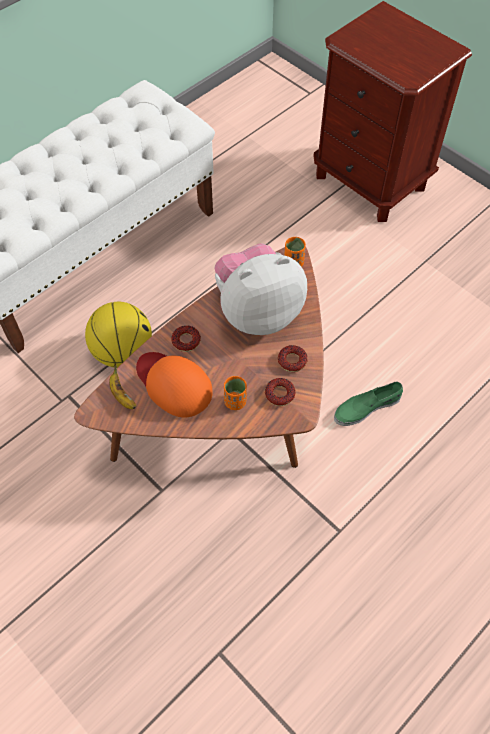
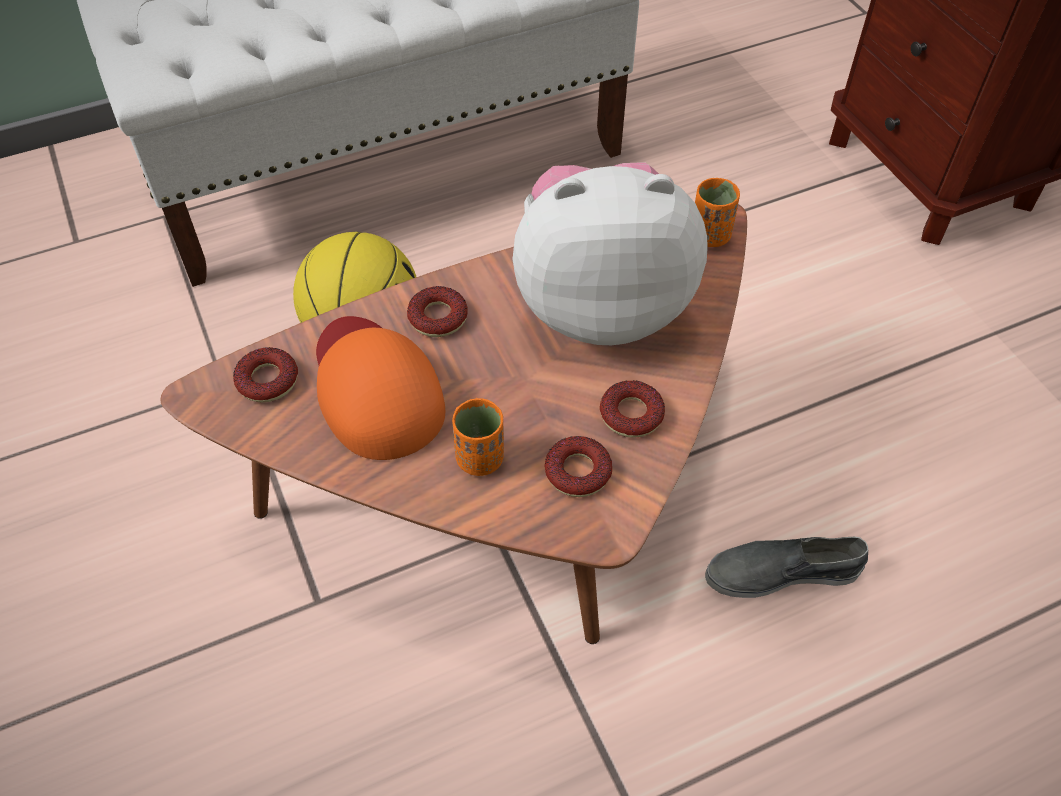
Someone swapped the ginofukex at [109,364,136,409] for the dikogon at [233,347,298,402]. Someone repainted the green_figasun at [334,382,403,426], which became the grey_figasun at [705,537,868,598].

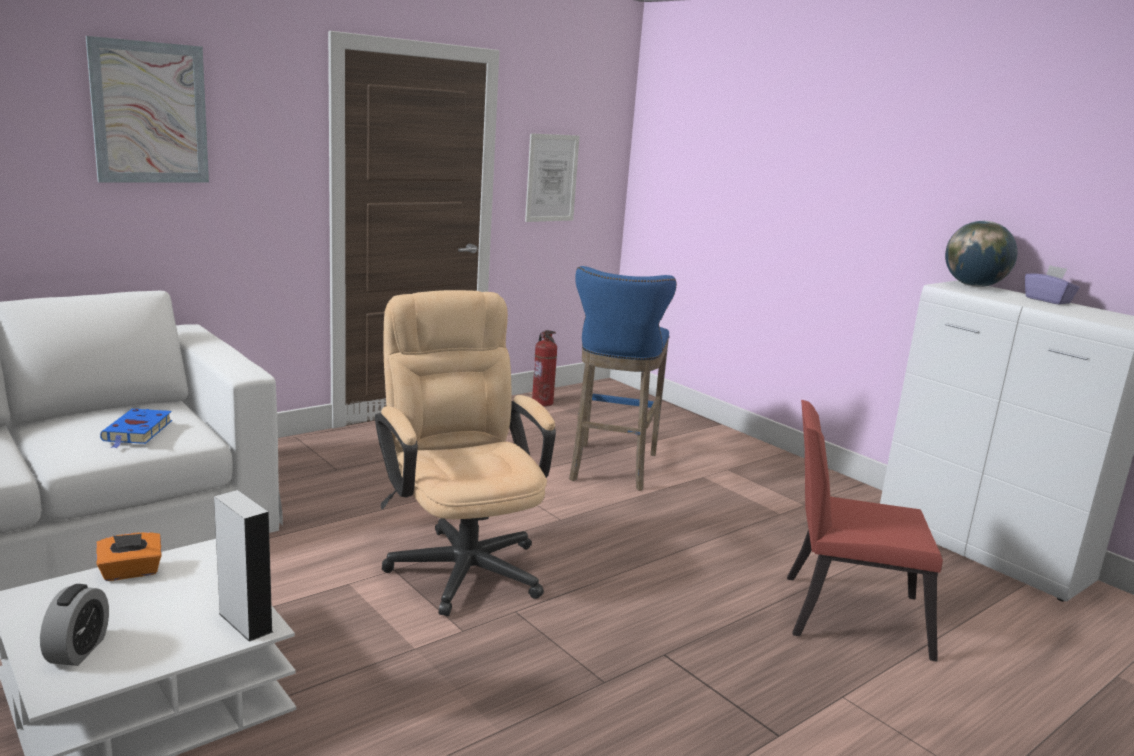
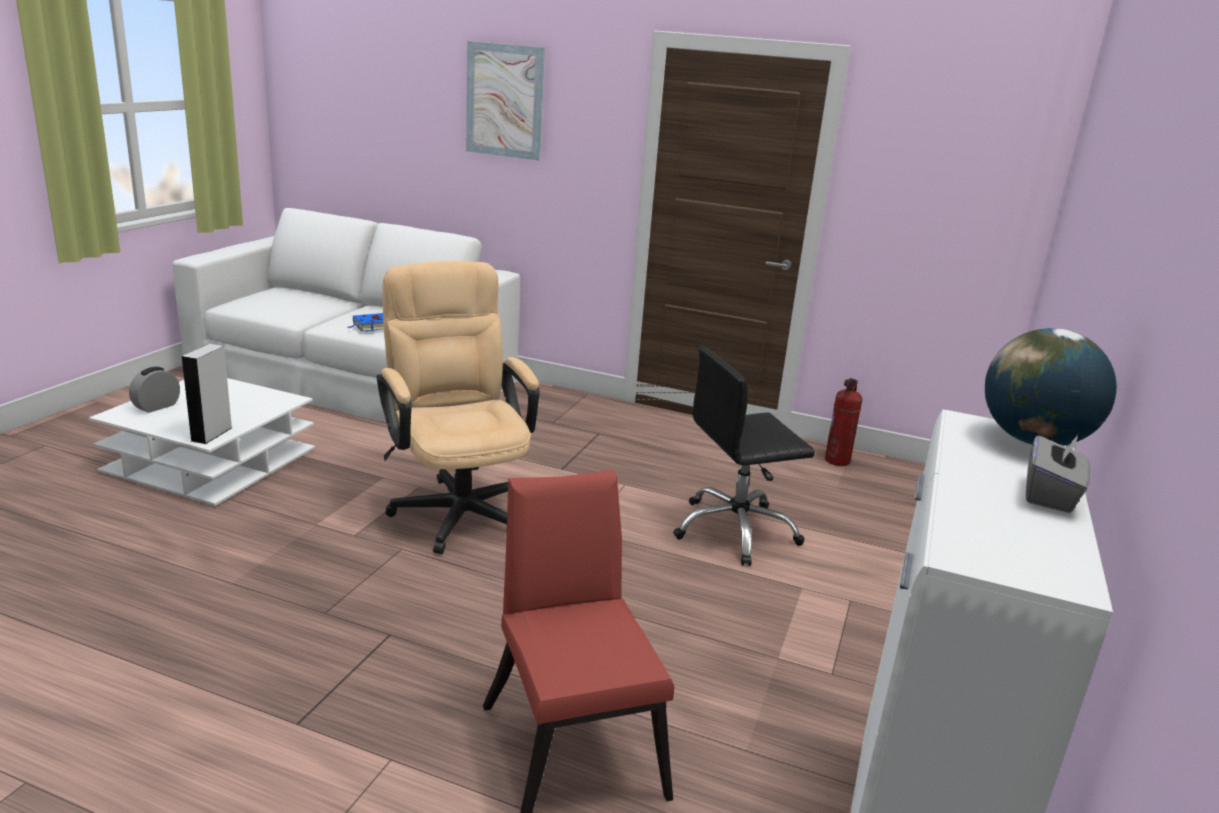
Someone rotated the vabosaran at [40,584,109,666] by 150 degrees clockwise. Someone rotated the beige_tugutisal at [375,290,556,616] by 60 degrees counterclockwise. Someone swapped the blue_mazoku at [569,266,677,491] for the black_tugutisal at [673,346,815,566]. Someone repainted the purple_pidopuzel at [1025,265,1080,305], which became the grey_pidopuzel at [1026,433,1091,513]. Someone took away the orange_pidopuzel at [96,532,162,581]. Someone took away the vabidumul at [525,133,580,222].

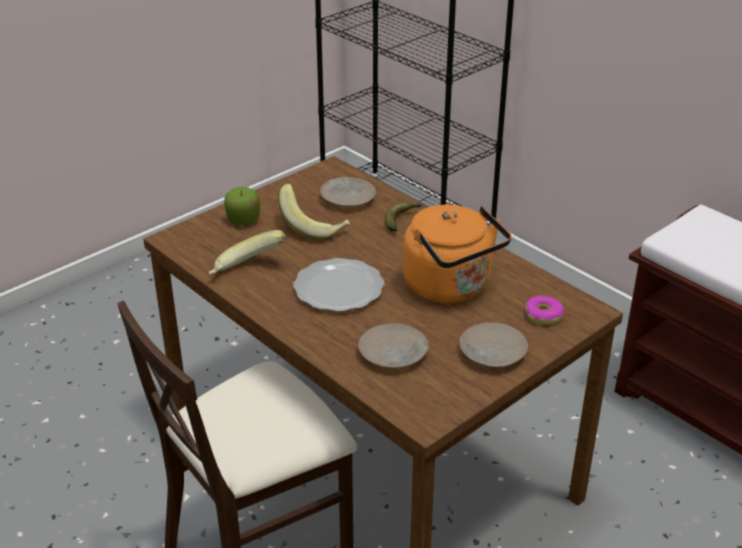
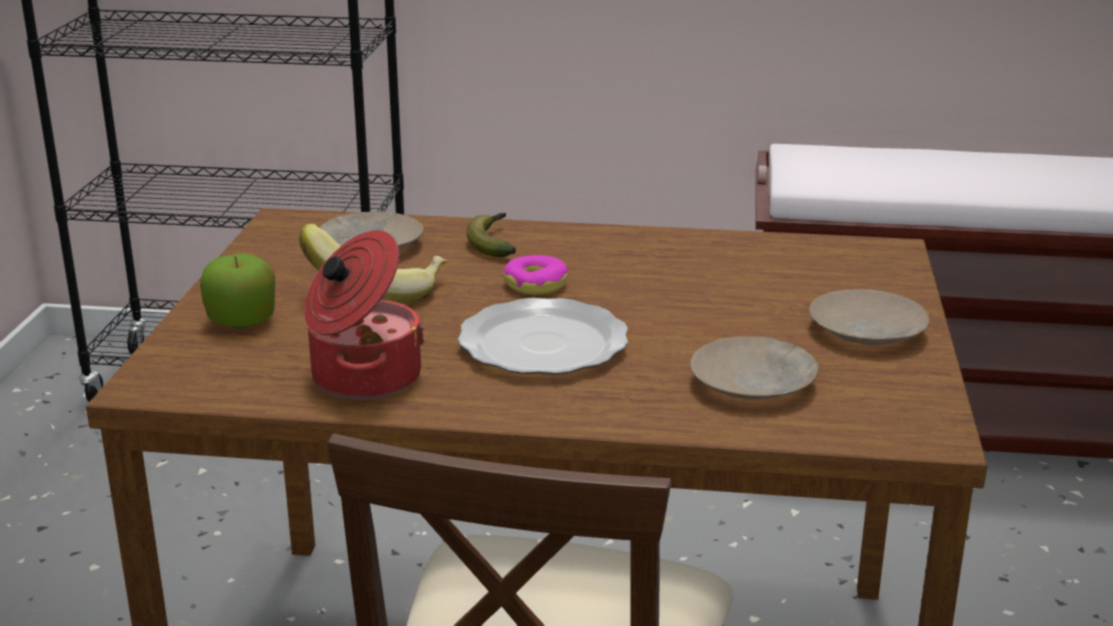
Someone swapped the ginofukex at [208,230,286,275] for the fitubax at [304,230,425,400]. Someone carried the dikogon from [526,296,564,325] to [504,255,568,295]. Someone took away the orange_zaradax at [403,205,511,303].

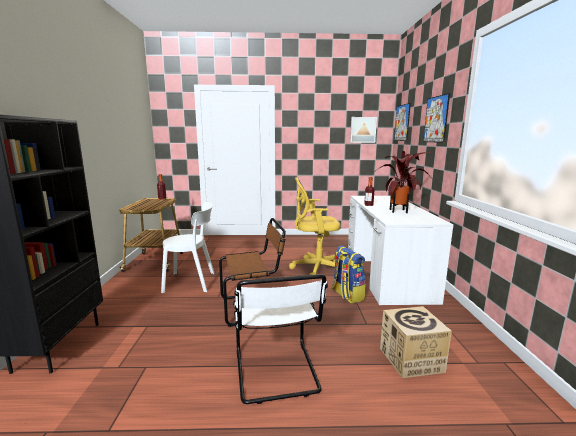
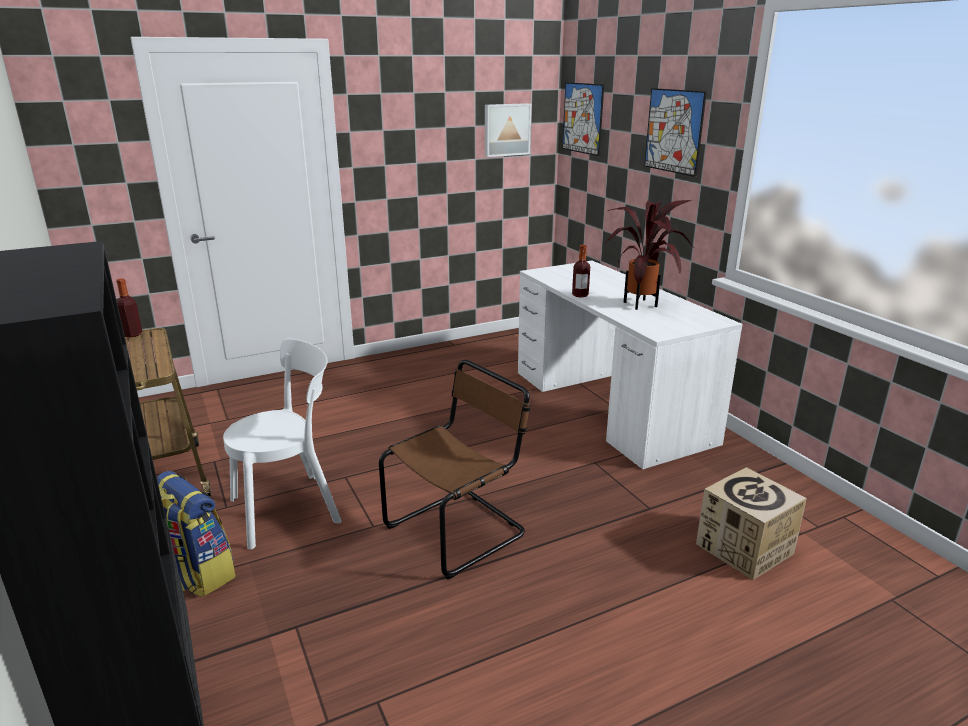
Someone carried the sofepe from [332,246,366,303] to [157,471,236,597]. Someone took away the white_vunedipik at [233,274,328,404]. Someone took away the yellow_tugutisal at [289,177,341,275].

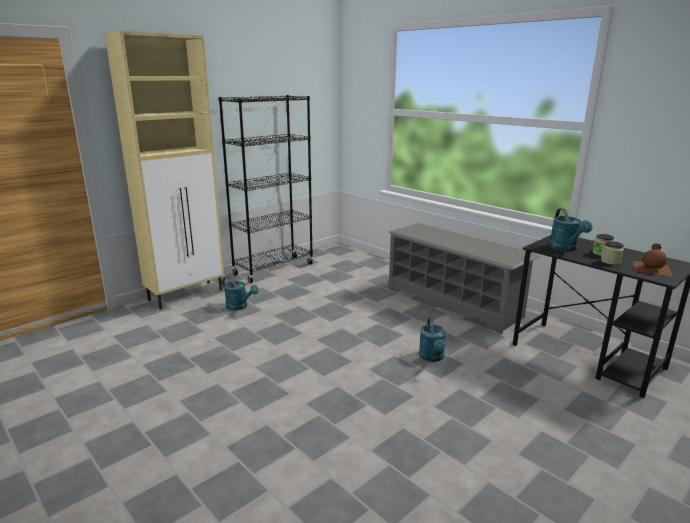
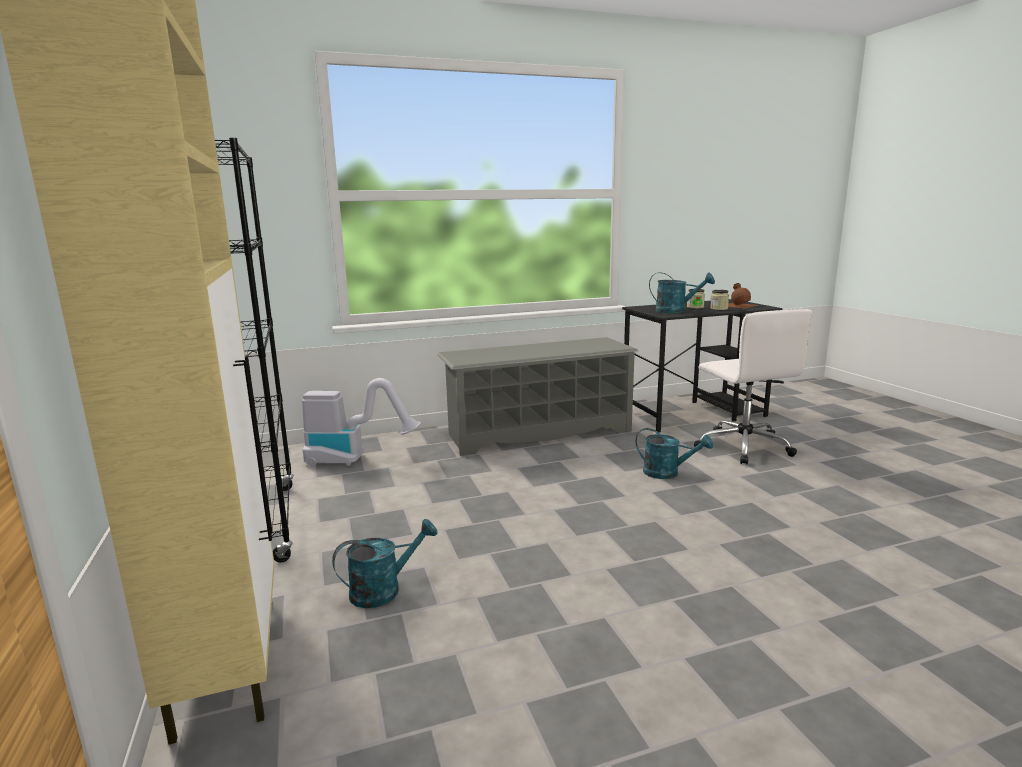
Someone put down the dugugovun at [302,378,421,467]. Someone put down the white_tugutisal at [694,309,812,464].

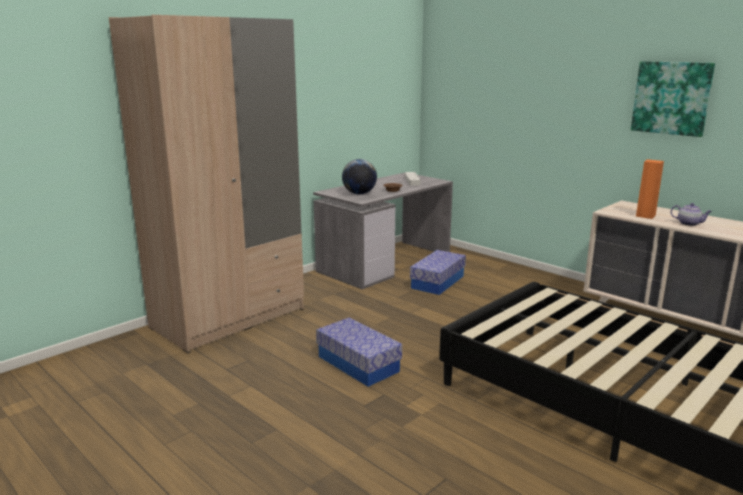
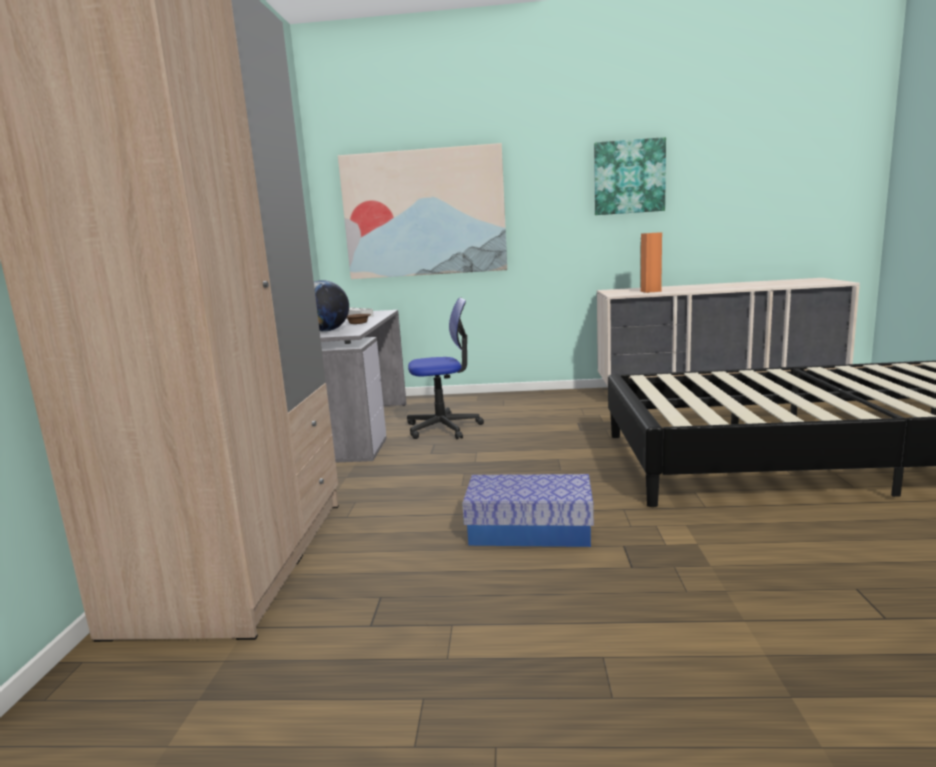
Someone put up the vabidumul at [338,143,507,279]. Someone swapped the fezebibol at [410,250,466,295] for the tugutisal at [407,298,484,439]. Someone took away the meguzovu at [671,203,712,226].

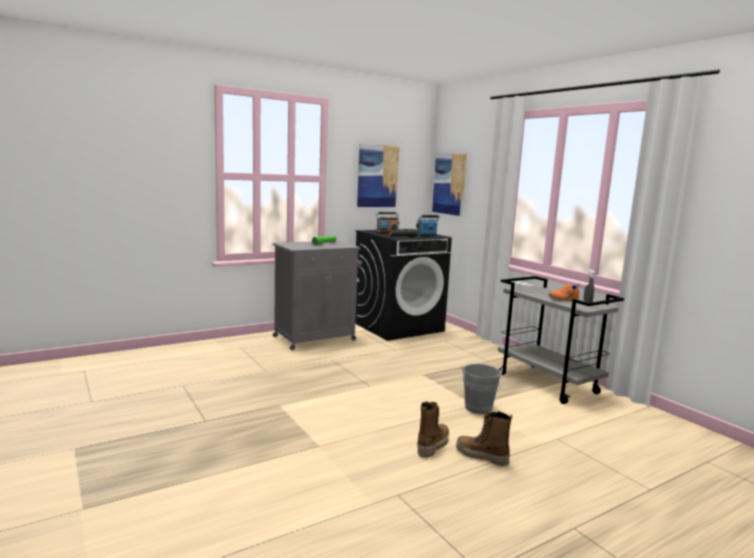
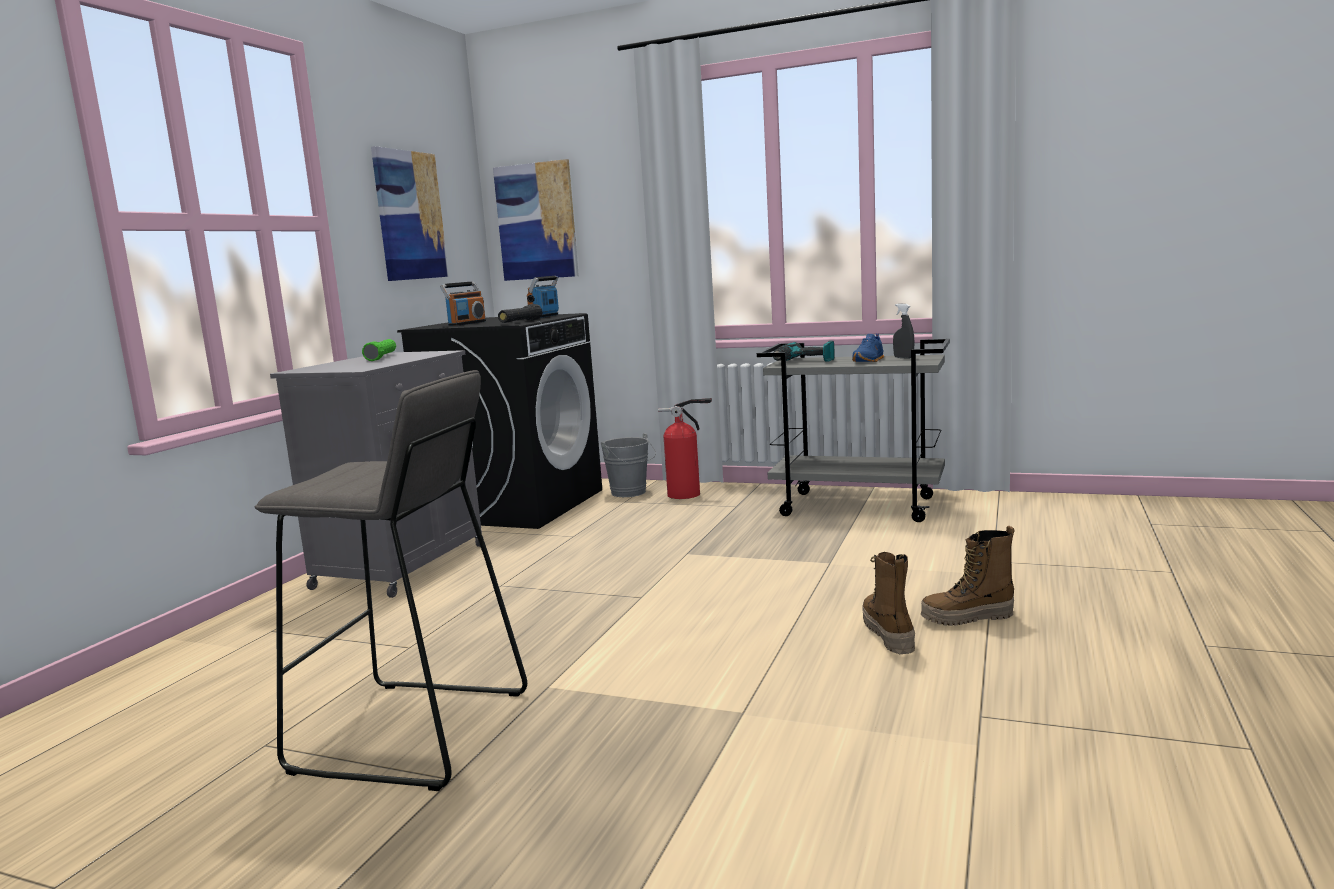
Someone put down the grey_mazoku at [255,370,527,791]. Someone carried the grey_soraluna from [462,364,503,414] to [601,433,656,497]. Someone put down the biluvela at [658,398,712,499]. Someone put down the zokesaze at [773,341,835,362]. Someone repainted the orange_figasun at [549,283,580,301], which became the blue_figasun at [852,333,884,362].

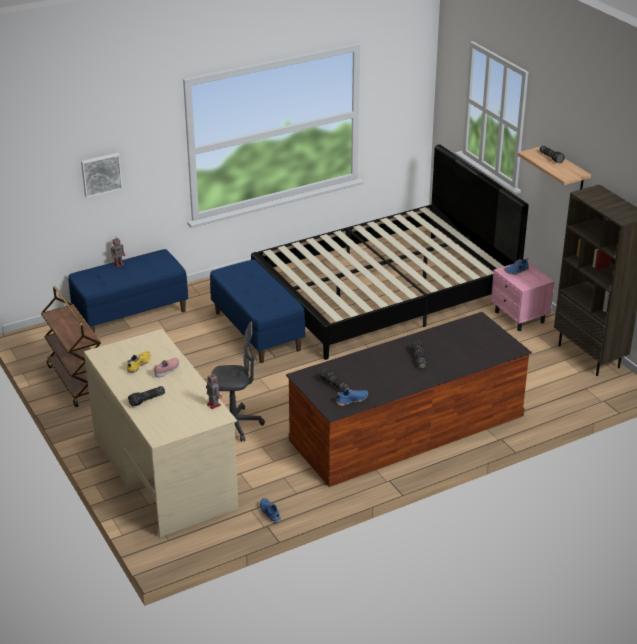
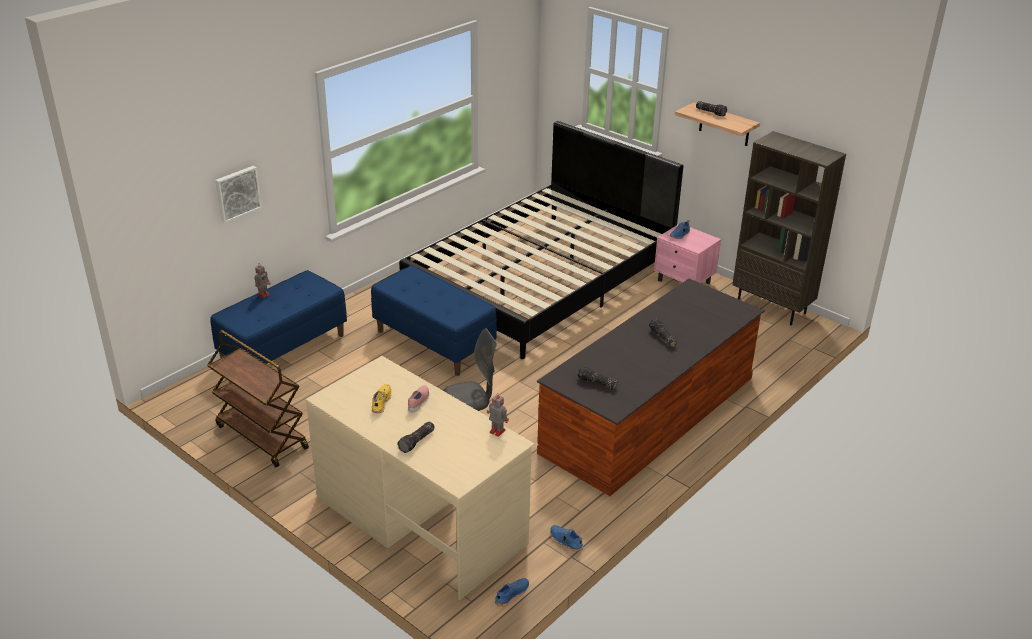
Someone carried the blue_figasun from [336,389,368,406] to [495,578,529,607].

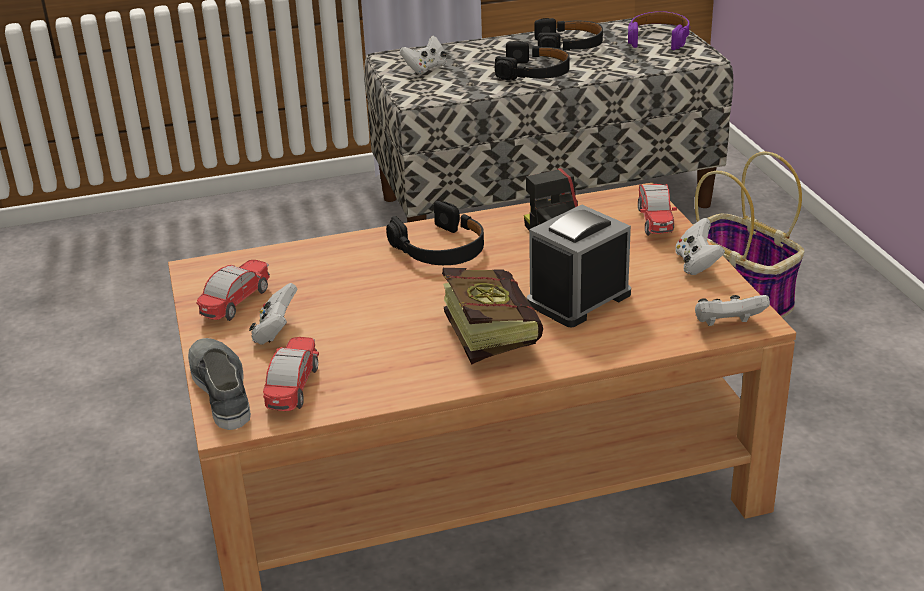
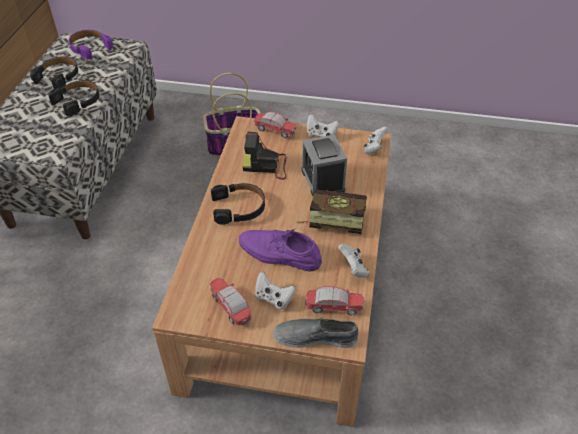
Someone put down the purple_figasun at [239,228,322,272]. Someone rotated the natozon at [263,337,319,411] by 150 degrees clockwise. Someone carried the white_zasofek from [400,35,447,74] to [338,243,370,277].

